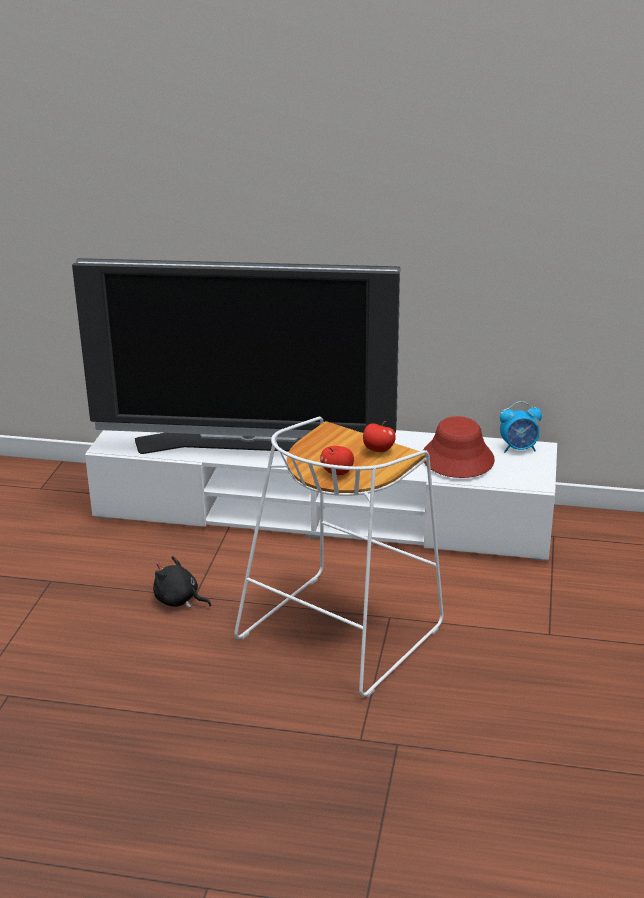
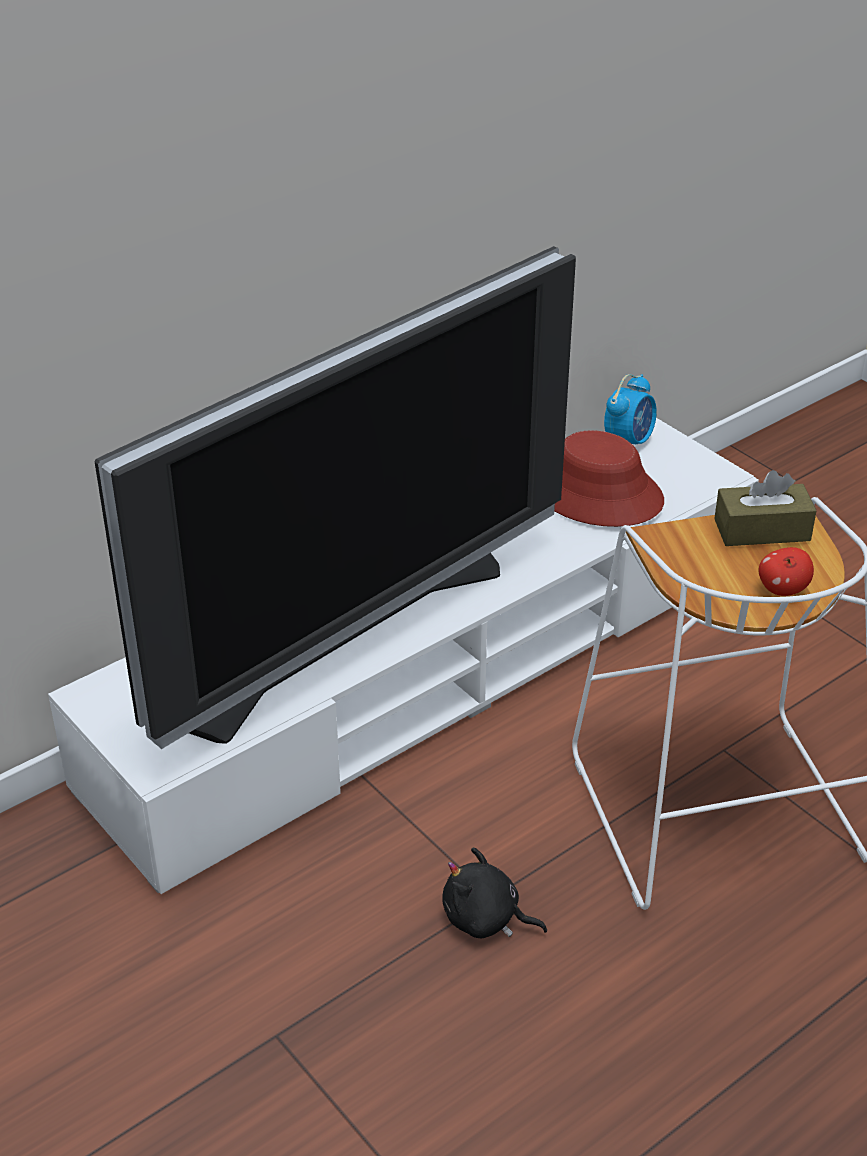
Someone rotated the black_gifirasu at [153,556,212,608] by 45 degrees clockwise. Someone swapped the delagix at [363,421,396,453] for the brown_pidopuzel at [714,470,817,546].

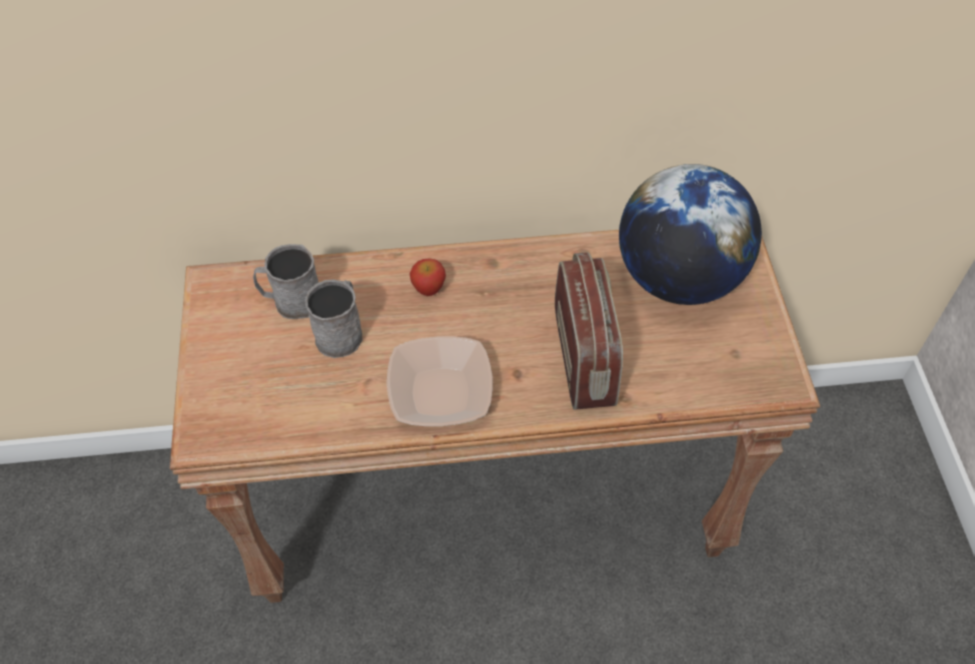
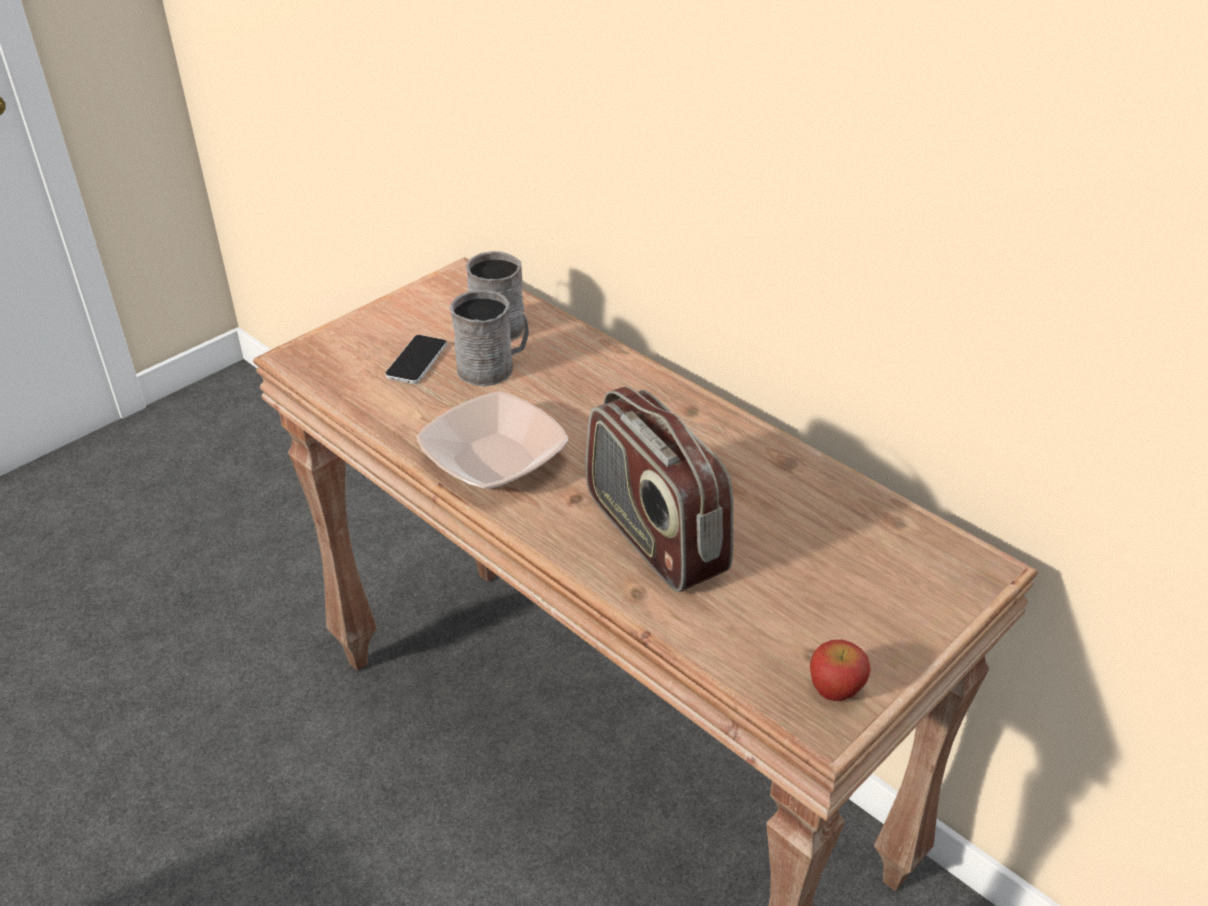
Someone put down the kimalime at [385,335,447,384]. Someone rotated the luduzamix at [555,252,623,410] by 105 degrees clockwise. Someone carried the delagix from [410,258,446,296] to [810,640,871,701]. Someone took away the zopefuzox at [619,164,762,305].

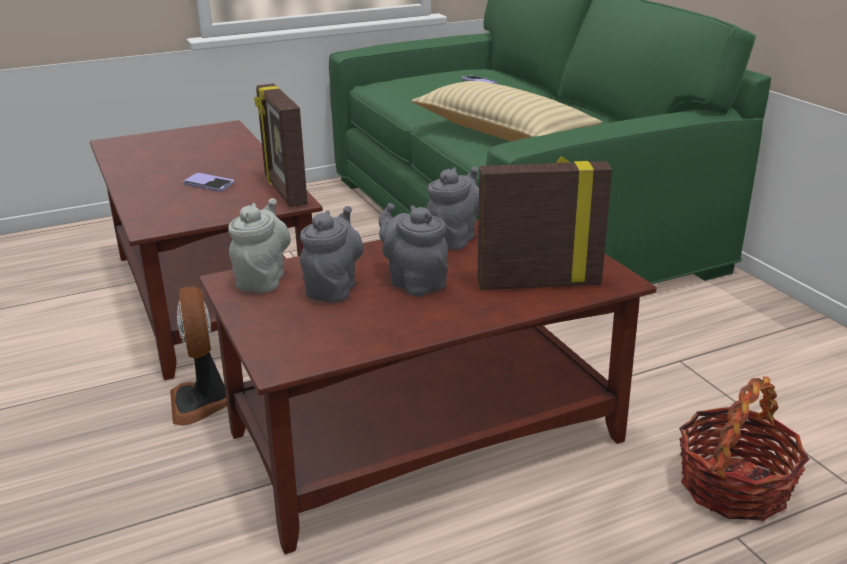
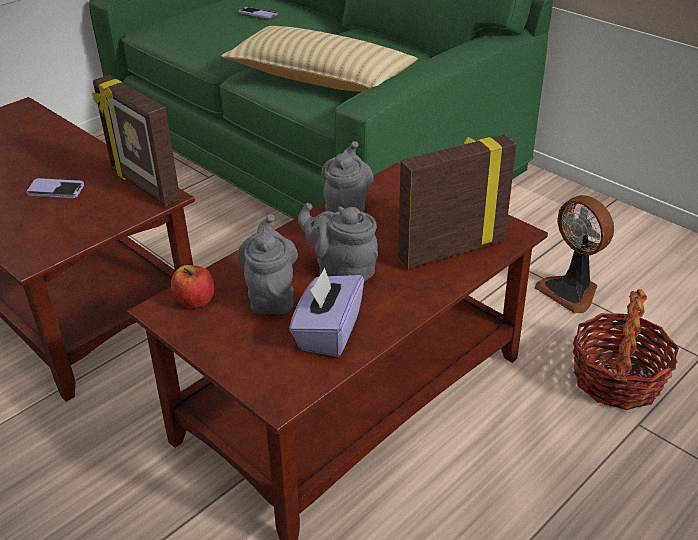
Someone swapped the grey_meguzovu at [228,198,291,293] for the delagix at [171,265,214,308]. Someone put down the purple_pidopuzel at [289,267,364,357]. Someone carried the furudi from [170,287,227,426] to [535,195,614,313].

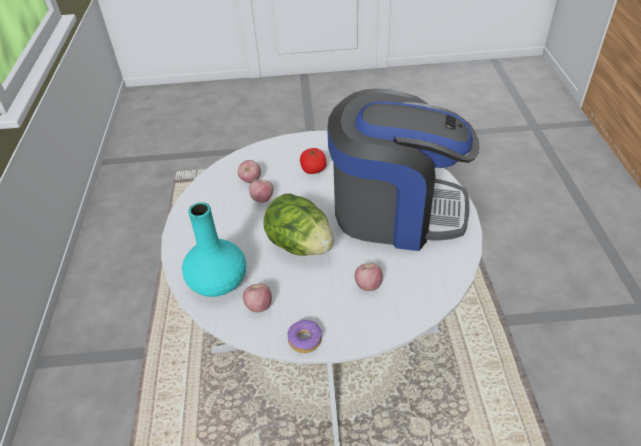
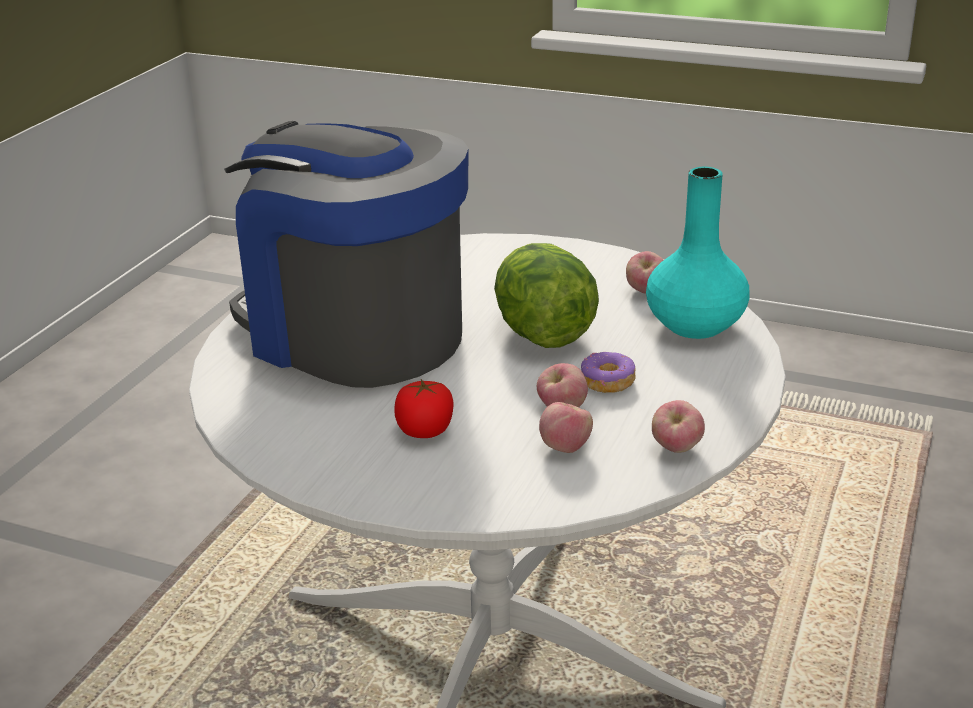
Someone carried the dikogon from [288,320,322,353] to [581,352,636,393]. Someone carried the delagix from [354,263,383,291] to [652,400,705,453].

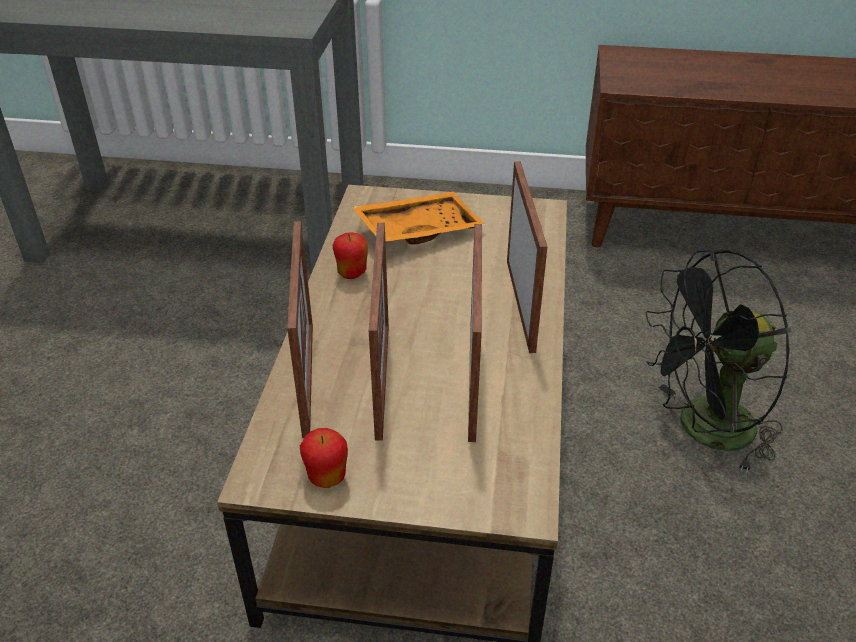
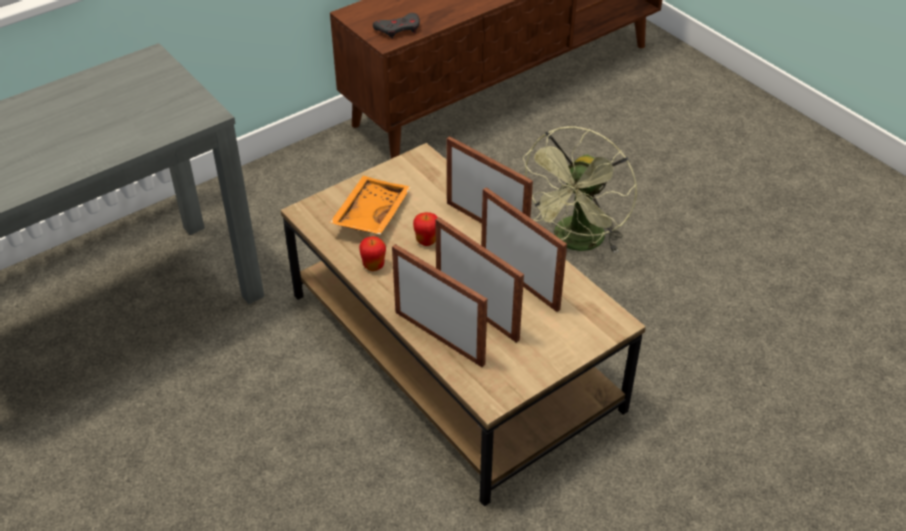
Someone put down the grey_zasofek at [373,13,420,39]. Someone carried the delagix from [300,428,348,488] to [413,212,438,246]. Someone repainted the black_furudi at [645,249,791,474], which became the green_furudi at [523,126,637,253].

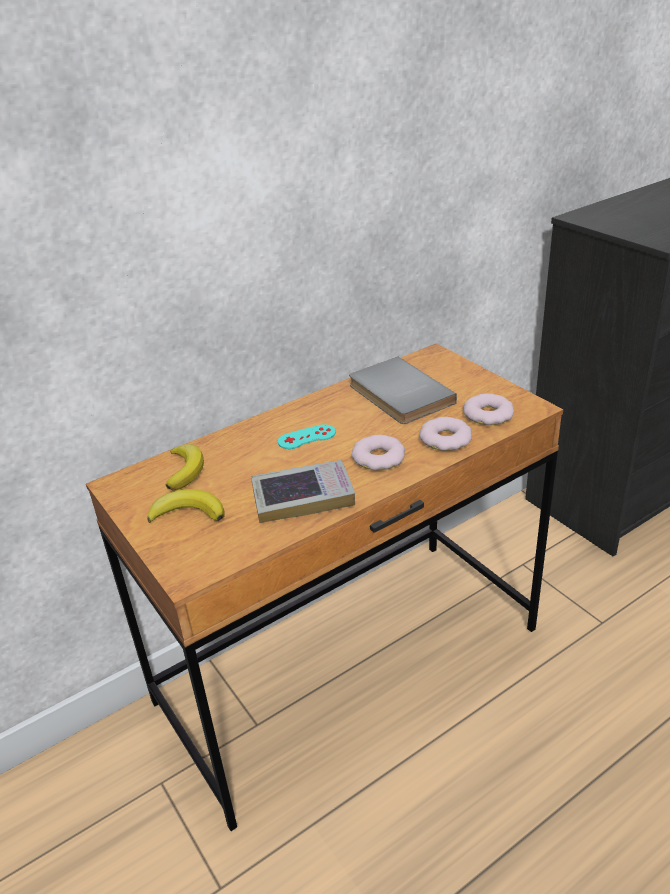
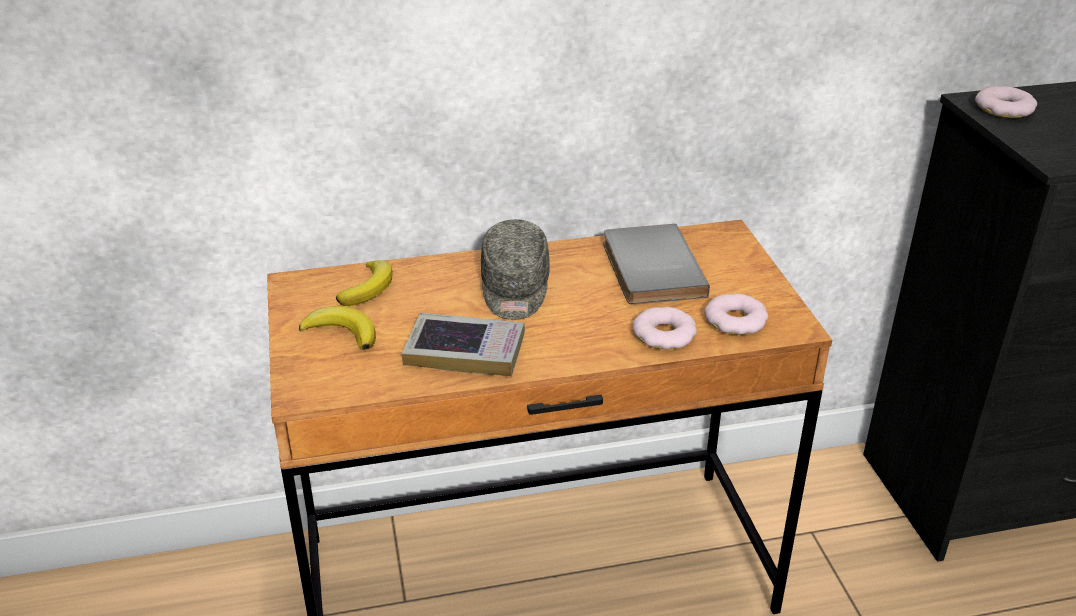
Someone swapped the turquoise_zasofek at [278,424,336,449] for the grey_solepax at [481,219,550,320]. Someone carried the dikogon from [351,435,405,470] to [975,86,1037,118].

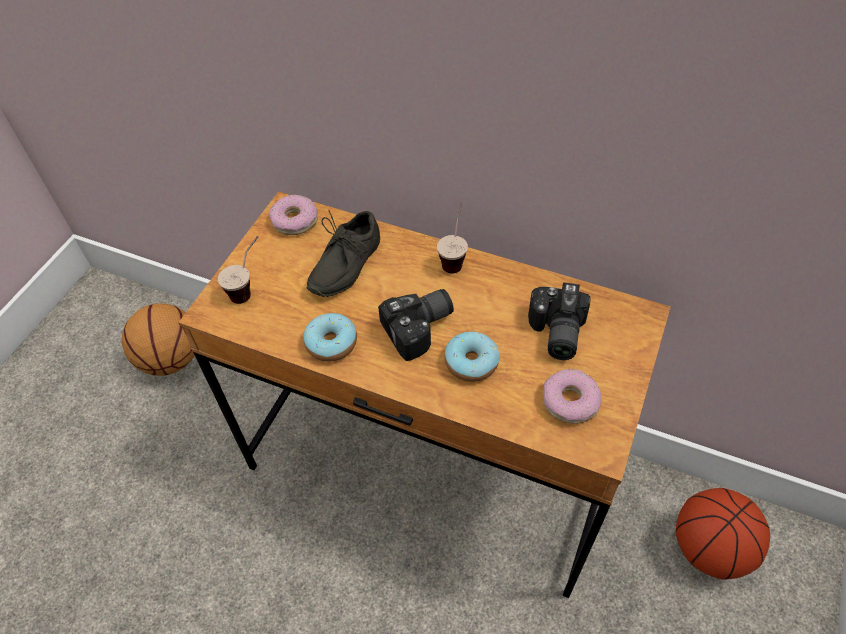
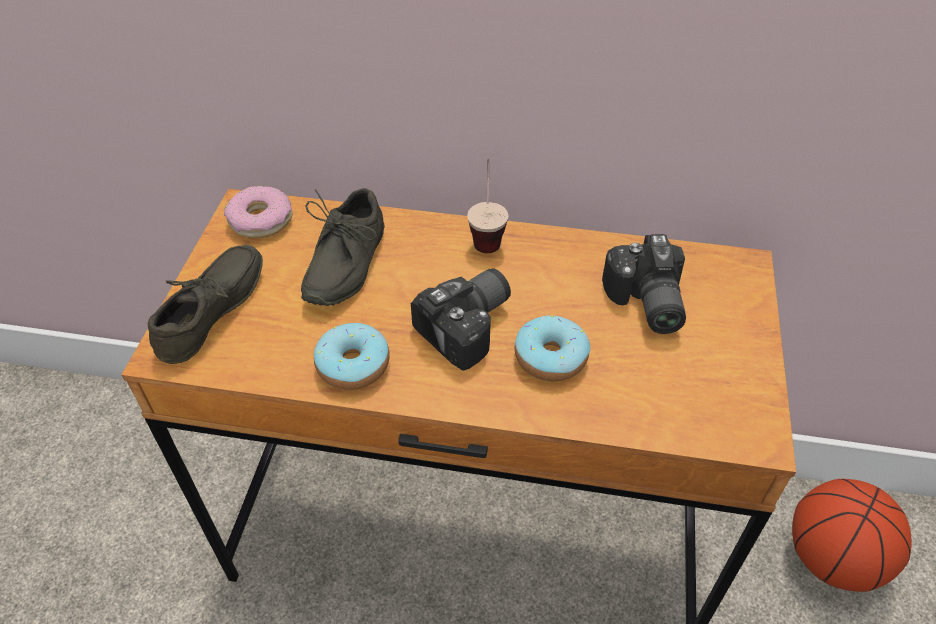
Someone swapped the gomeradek at [218,236,258,304] for the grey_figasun at [148,244,263,364]. Someone took away the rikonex at [122,304,195,376]. Someone took away the dikogon at [543,369,602,424].

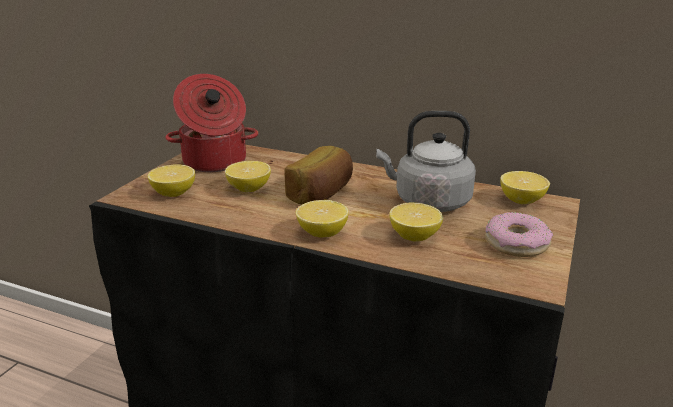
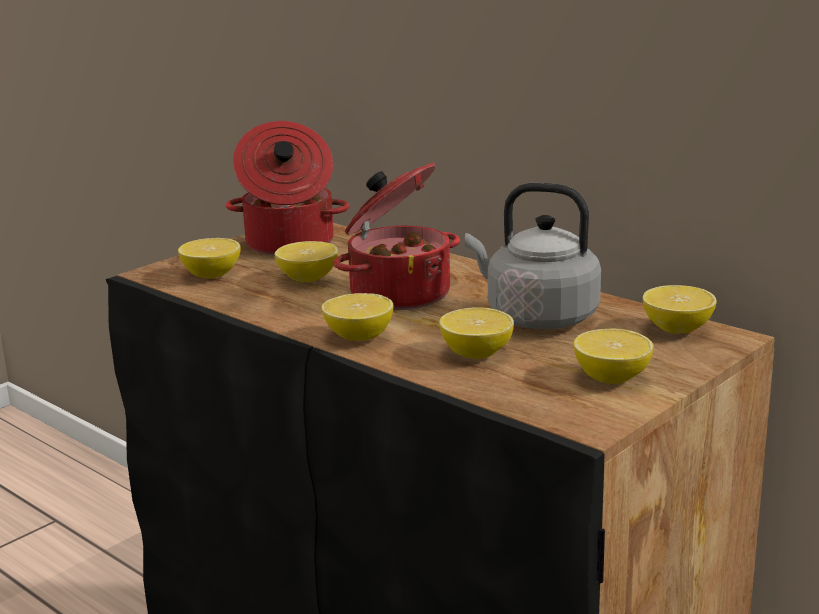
Someone swapped the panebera at [285,146,353,205] for the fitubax at [333,163,460,310]. Someone swapped the dikogon at [485,212,553,257] for the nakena at [574,329,653,384].

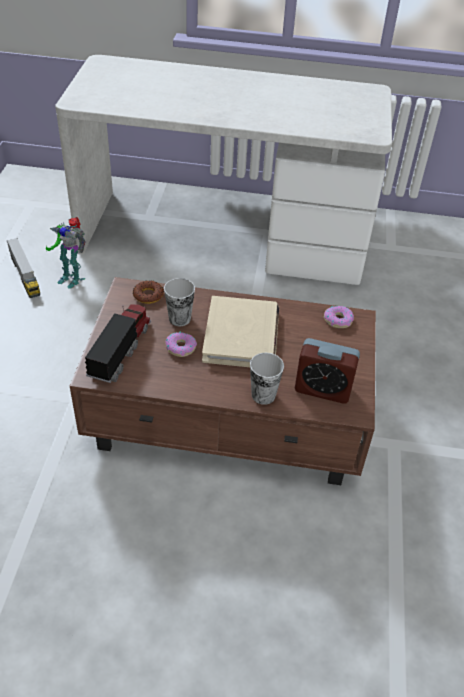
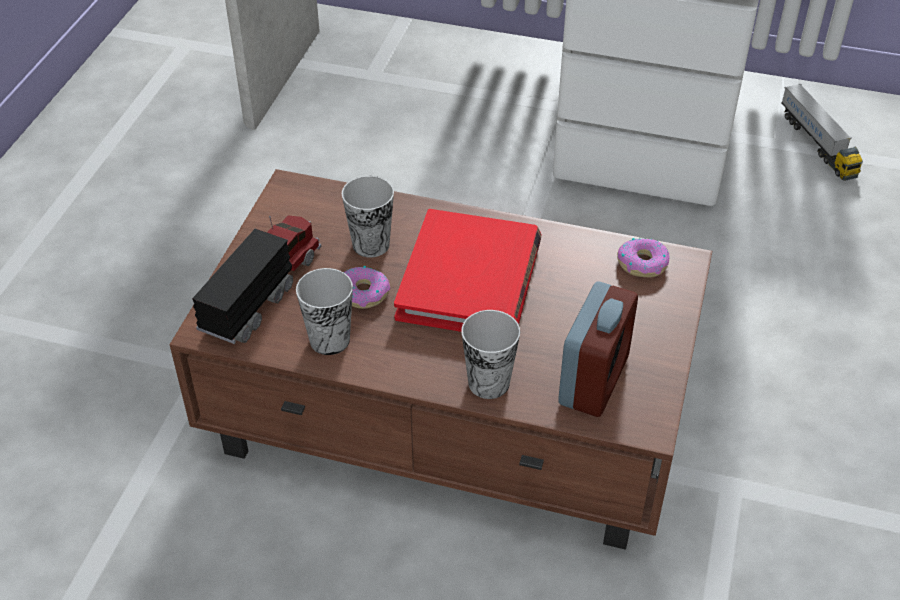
Someone put down the gomeradek at [296,268,353,355]. Someone repainted the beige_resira at [202,296,279,367], which became the red_resira at [394,209,542,332]. Someone rotated the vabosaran at [295,338,360,404] by 90 degrees counterclockwise. Someone carried the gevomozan from [6,238,40,298] to [781,84,863,181]. Someone took away the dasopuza at [46,217,86,288]. Someone took away the dikogon at [133,281,164,304].

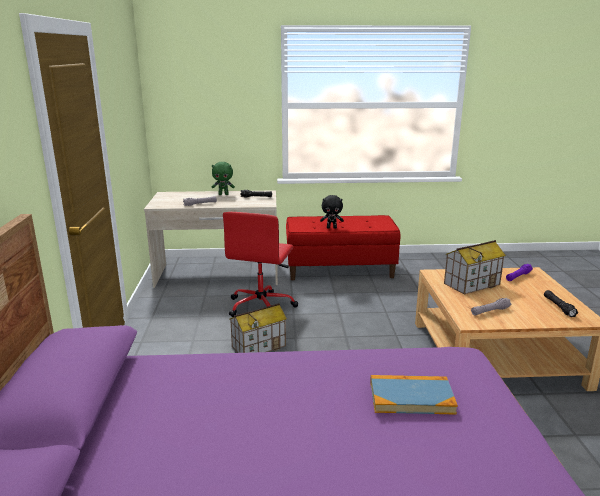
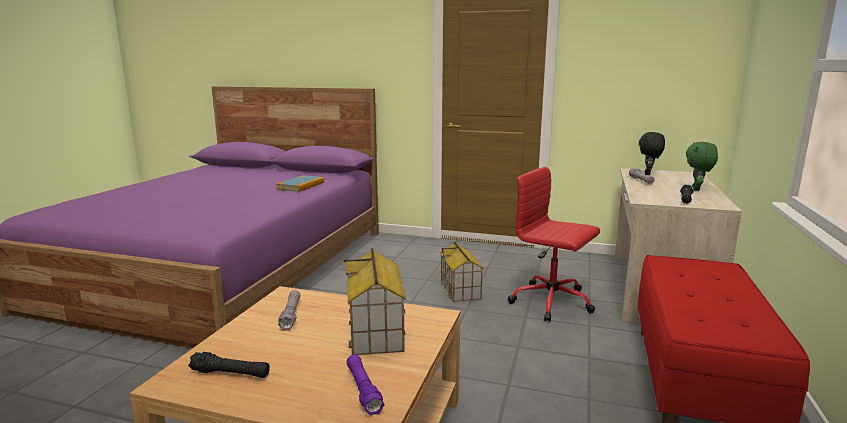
Someone carried the resira from [370,375,458,415] to [276,176,324,192]. Someone carried the black_gifirasu from [320,195,344,229] to [639,132,665,175].

